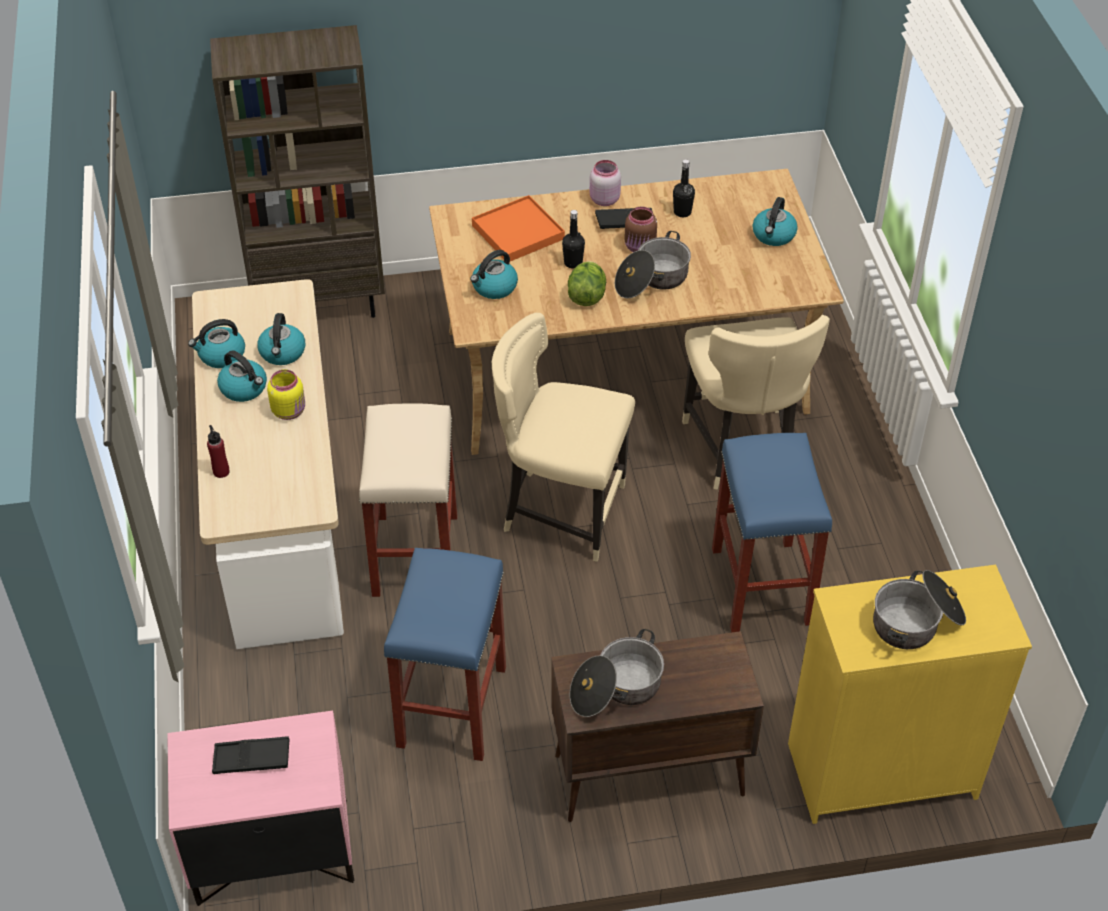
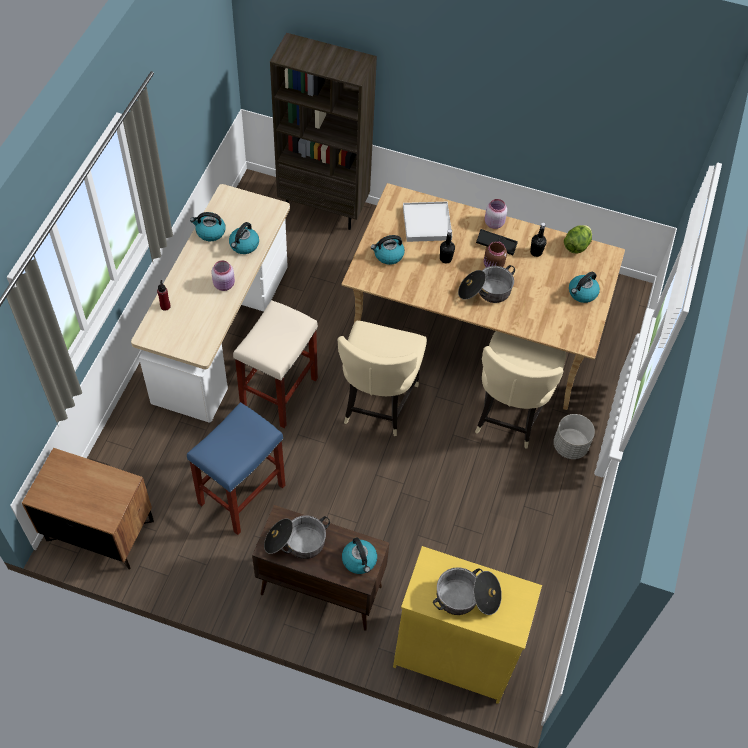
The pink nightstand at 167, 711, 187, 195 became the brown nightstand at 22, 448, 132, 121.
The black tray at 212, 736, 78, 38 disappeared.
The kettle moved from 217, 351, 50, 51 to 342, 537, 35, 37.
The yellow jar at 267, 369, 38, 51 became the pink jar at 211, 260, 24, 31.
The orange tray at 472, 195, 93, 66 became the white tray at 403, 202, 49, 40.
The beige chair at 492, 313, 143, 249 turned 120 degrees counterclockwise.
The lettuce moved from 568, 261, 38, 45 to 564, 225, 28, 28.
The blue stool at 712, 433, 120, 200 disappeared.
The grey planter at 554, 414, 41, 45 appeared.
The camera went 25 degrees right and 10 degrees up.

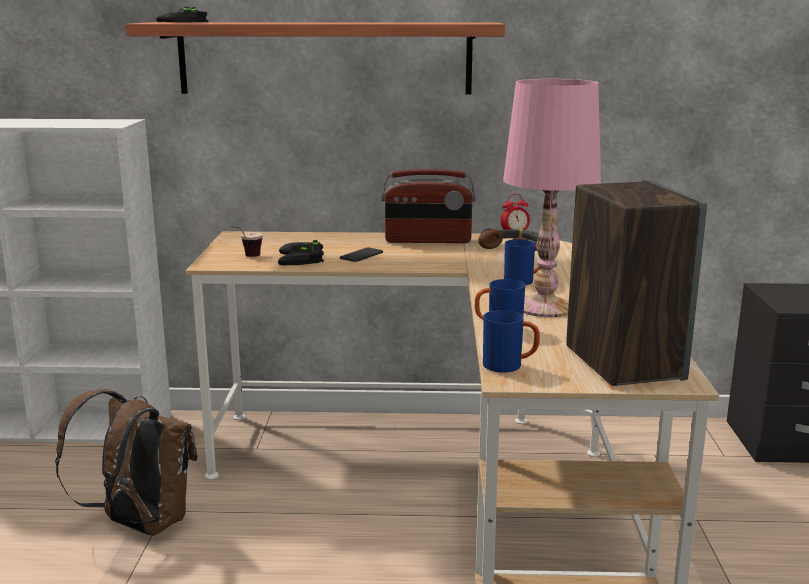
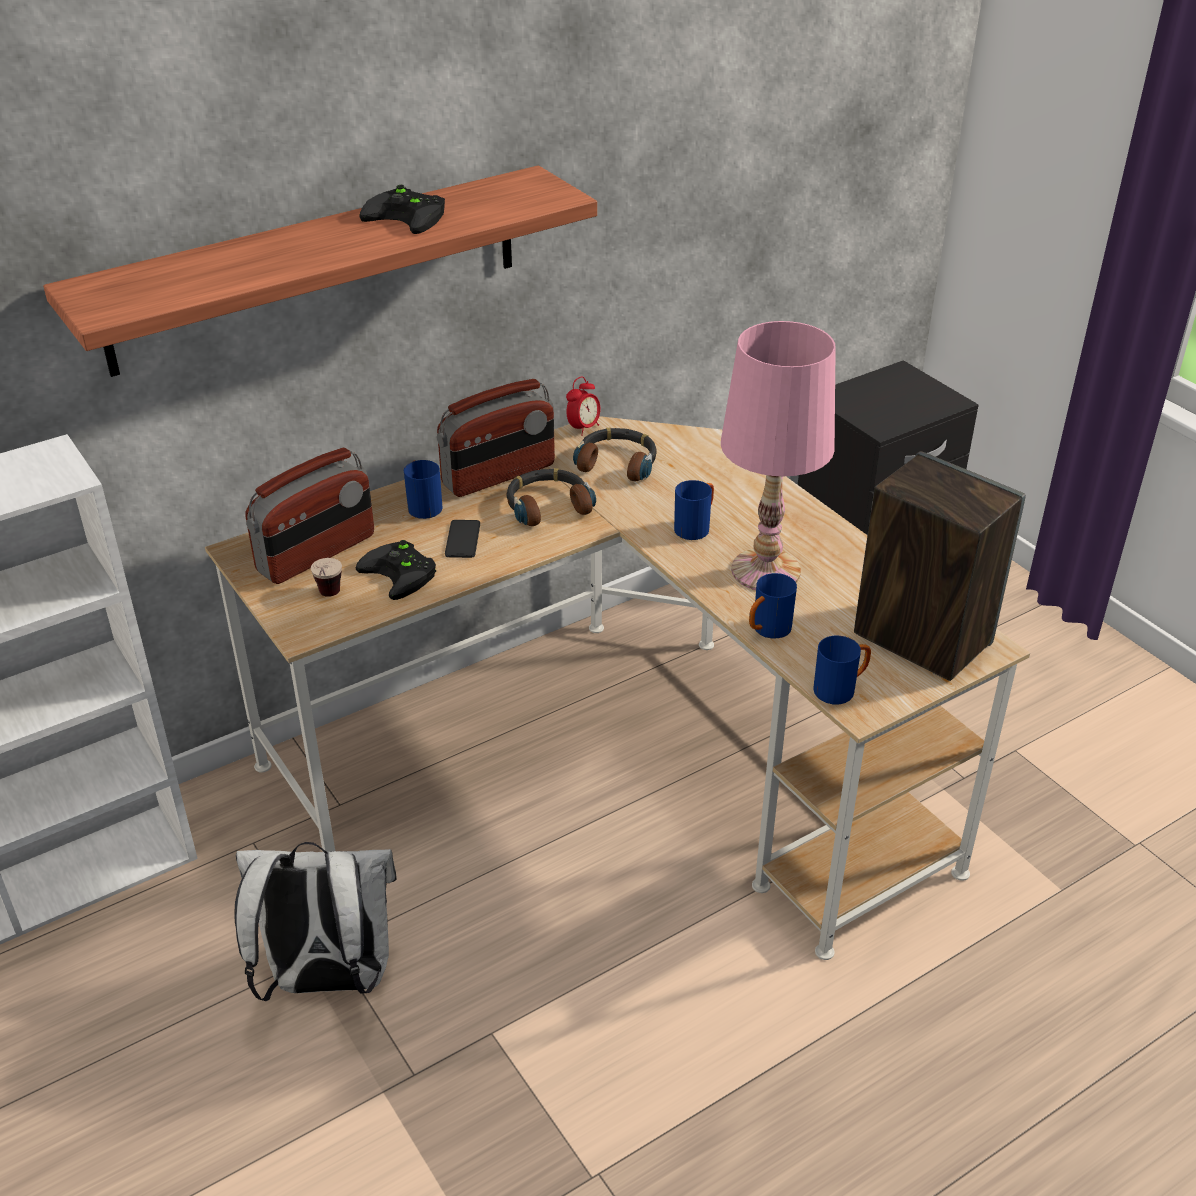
The brown backpack at 55, 389, 143, 147 became the white backpack at 234, 842, 163, 159.
The black game controller moved from 156, 6, 52, 16 to 360, 185, 85, 49.
The radio at 245, 448, 129, 136 appeared.
The blue mug at 404, 460, 39, 59 appeared.
The headphones at 506, 468, 90, 58 appeared.
The camera went 35 degrees left and 20 degrees up.

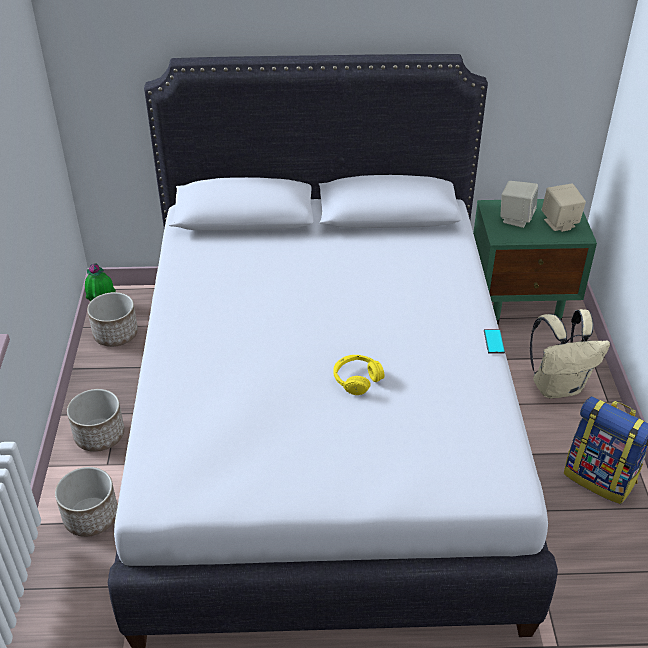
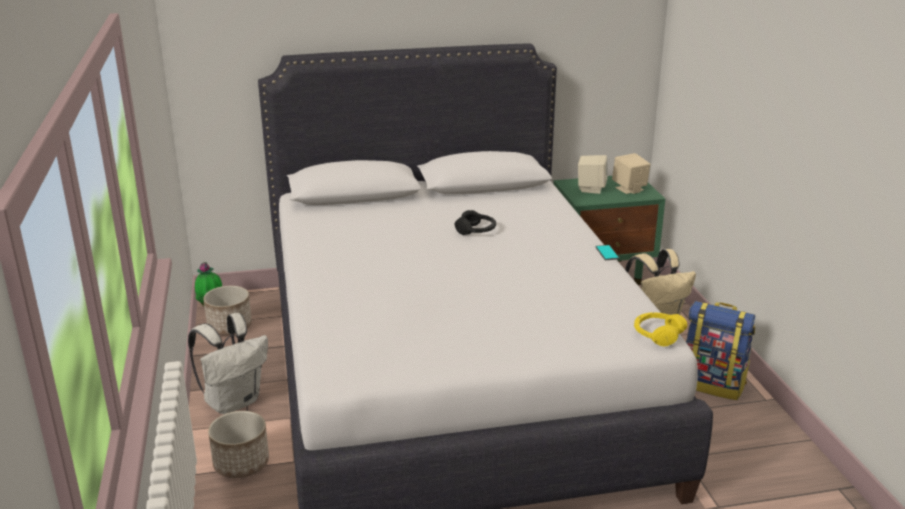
The planter at 67, 389, 58, 63 was replaced by the white backpack at 188, 313, 80, 101.
The yellow headphones moved from 333, 355, 51, 40 to 634, 312, 53, 34.
The black headphones at 455, 210, 41, 25 appeared.
The camera went 10 degrees left and 15 degrees down.

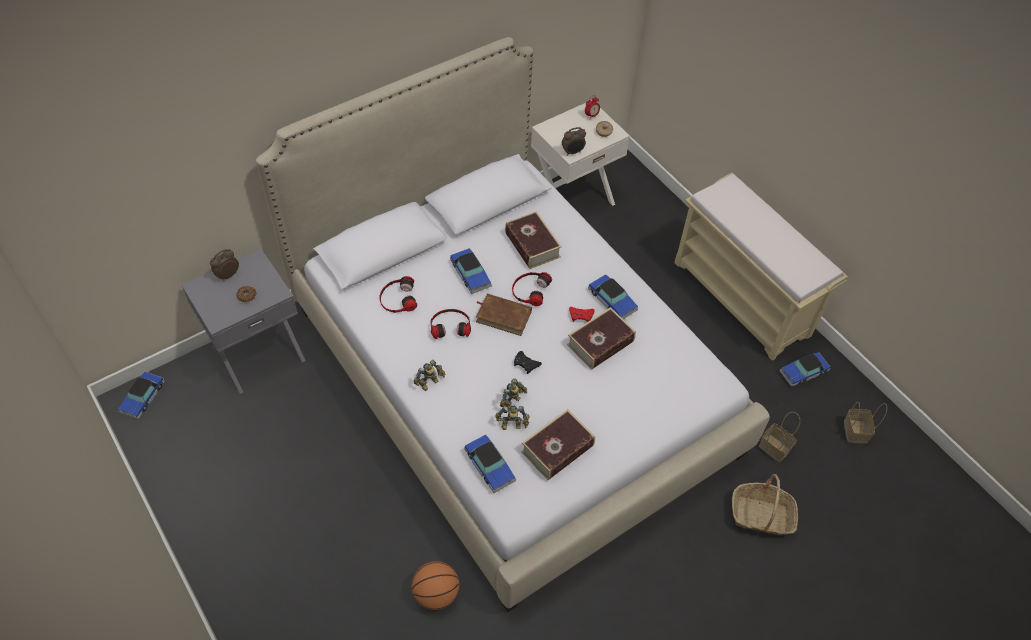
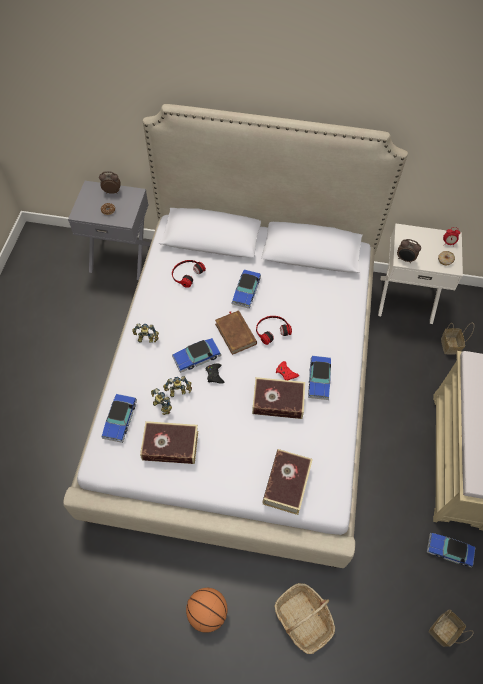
The toy car moved from 118, 372, 47, 48 to 172, 338, 49, 35.
The basketball moved from 411, 561, 48, 49 to 186, 588, 41, 45.
The headphones at 431, 309, 40, 30 disappeared.
The book moved from 505, 211, 57, 58 to 262, 449, 51, 66.
The basket moved from 759, 412, 41, 50 to 441, 323, 33, 32.
The camera went 45 degrees right and 5 degrees up.

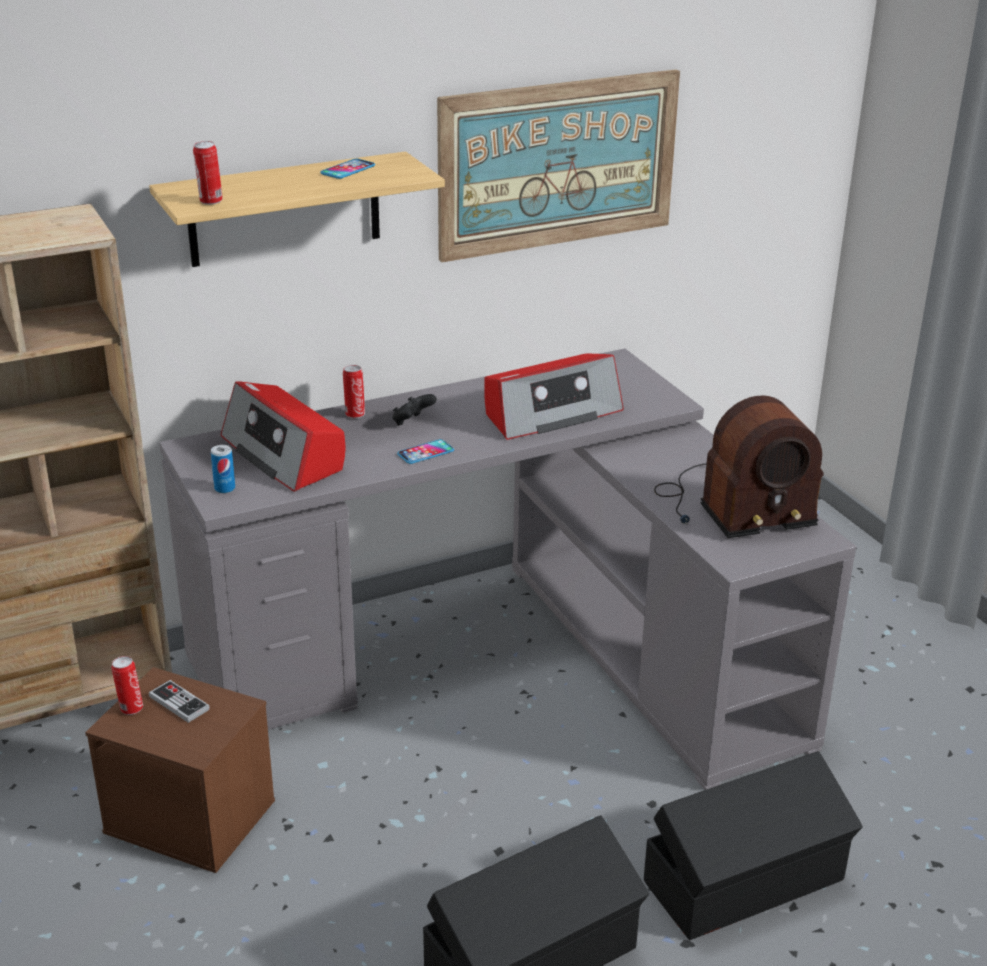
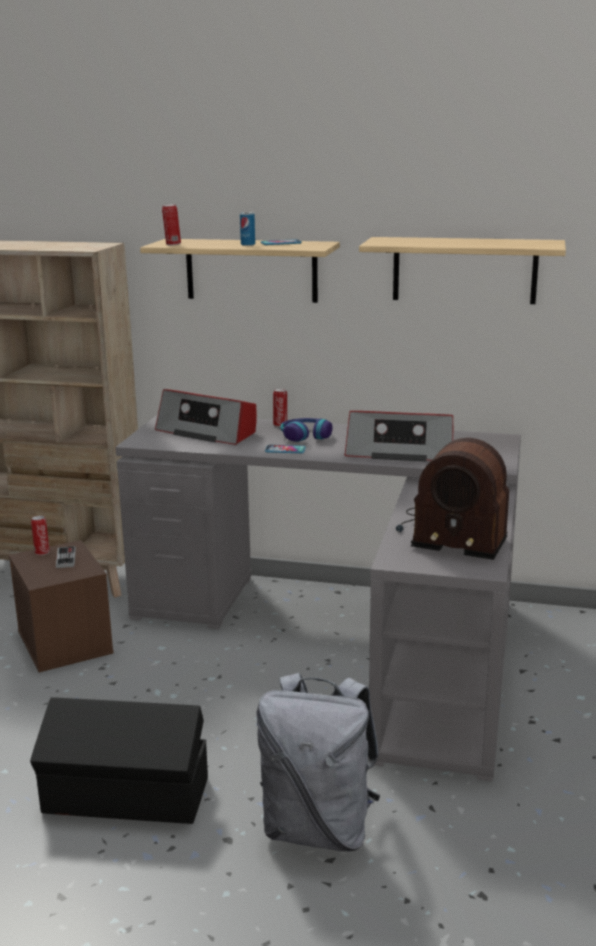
The can moved from 211, 445, 24, 48 to 240, 212, 15, 34.
The radio at 221, 381, 125, 111 turned 60 degrees counterclockwise.
The black game controller at 392, 394, 45, 32 was replaced by the headphones at 280, 418, 53, 24.
The picture at 437, 69, 243, 193 was replaced by the shelf at 359, 237, 207, 67.
The black storage box at 644, 751, 219, 189 was replaced by the grey backpack at 257, 673, 124, 178.
The camera went 40 degrees right and 10 degrees down.

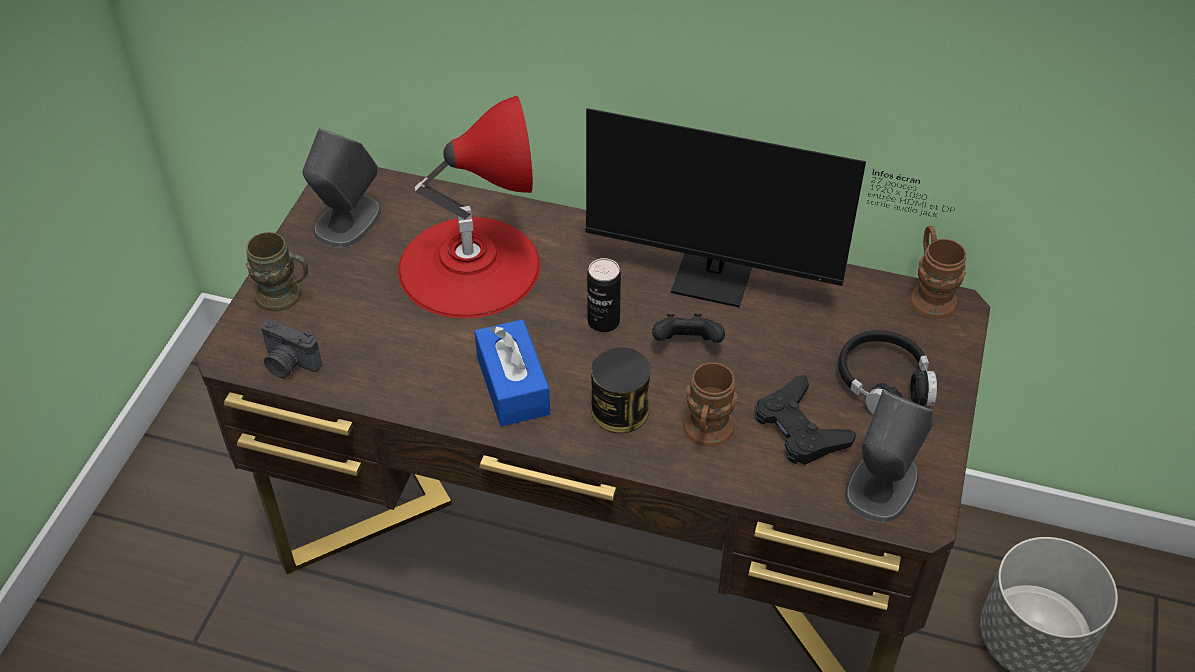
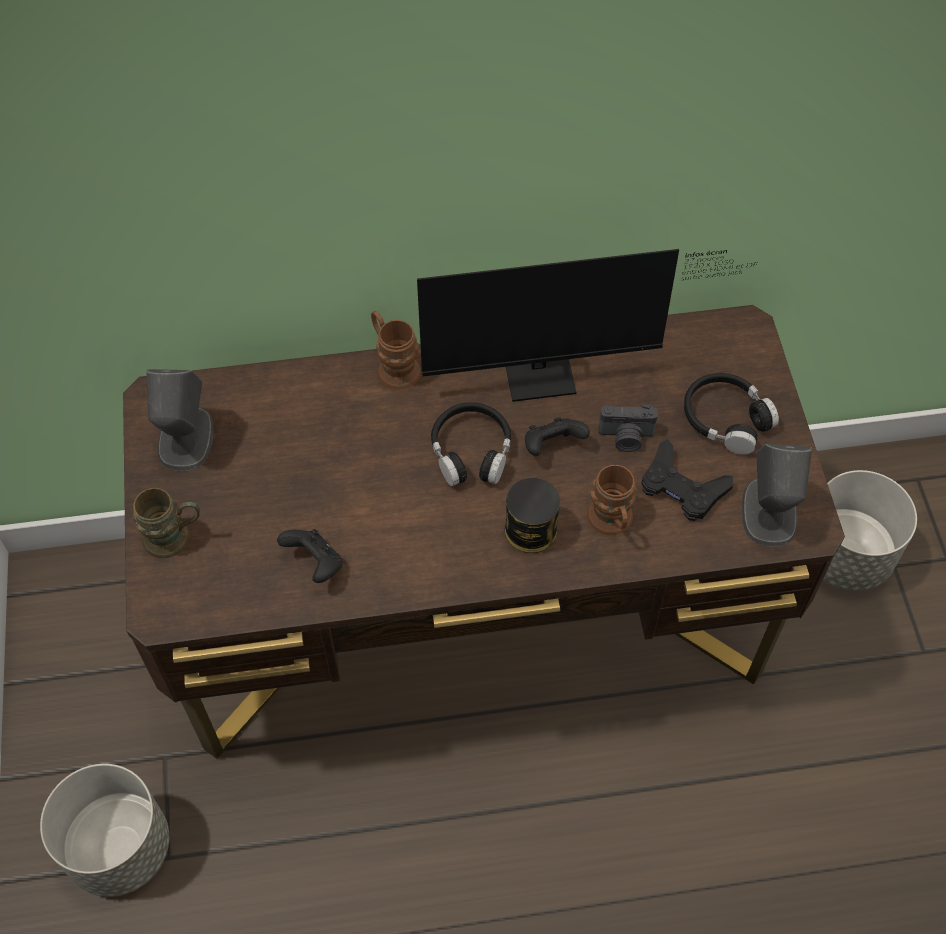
The photo camera moved from 261, 319, 61, 59 to 599, 404, 59, 48.
The red table lamp at 398, 96, 142, 223 disappeared.
The blue tissue box at 475, 319, 75, 108 disappeared.
The can at 587, 258, 34, 74 was replaced by the black headphones at 431, 402, 80, 84.
The brown mug moved from 909, 226, 57, 93 to 371, 311, 50, 78.
The grey planter at 40, 764, 129, 133 appeared.
The black game controller at 277, 529, 66, 54 appeared.
The camera went 25 degrees left and 10 degrees up.

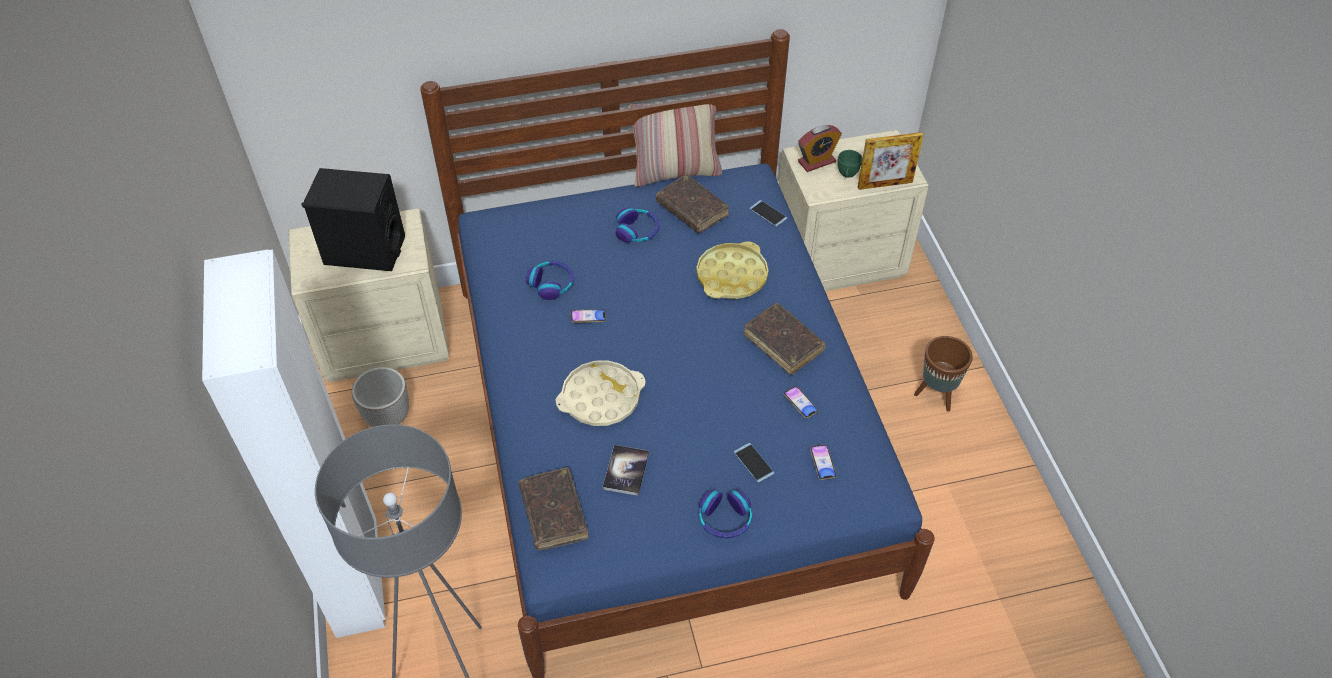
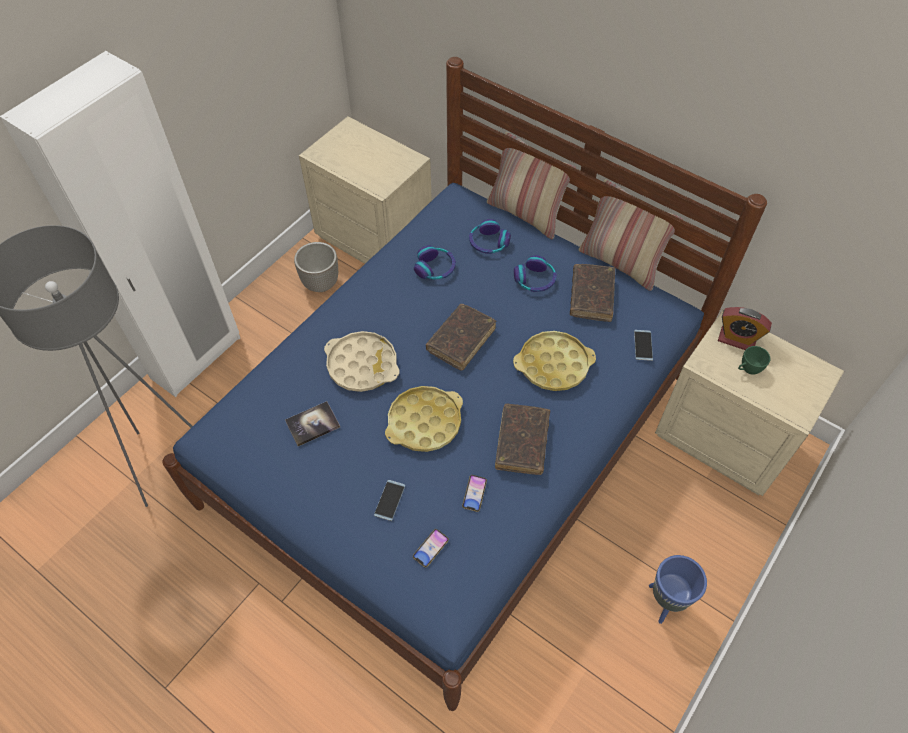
The black speaker at 302, 168, 103, 103 disappeared.
The brown book moved from 518, 467, 70, 83 to 426, 304, 70, 67.
The phone at 571, 309, 35, 14 disappeared.
The headphones moved from 699, 490, 53, 48 to 469, 219, 42, 35.
The picture frame at 858, 132, 65, 58 disappeared.
The brown planter at 914, 336, 59, 76 became the blue planter at 649, 555, 58, 69.
The yellow tray at 385, 386, 78, 66 appeared.
The pillow at 487, 132, 90, 107 appeared.
The camera went 50 degrees right and 5 degrees up.

